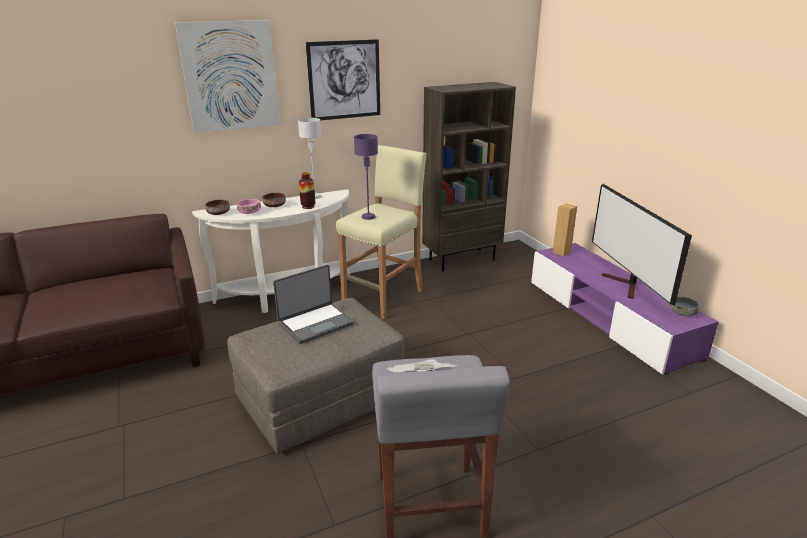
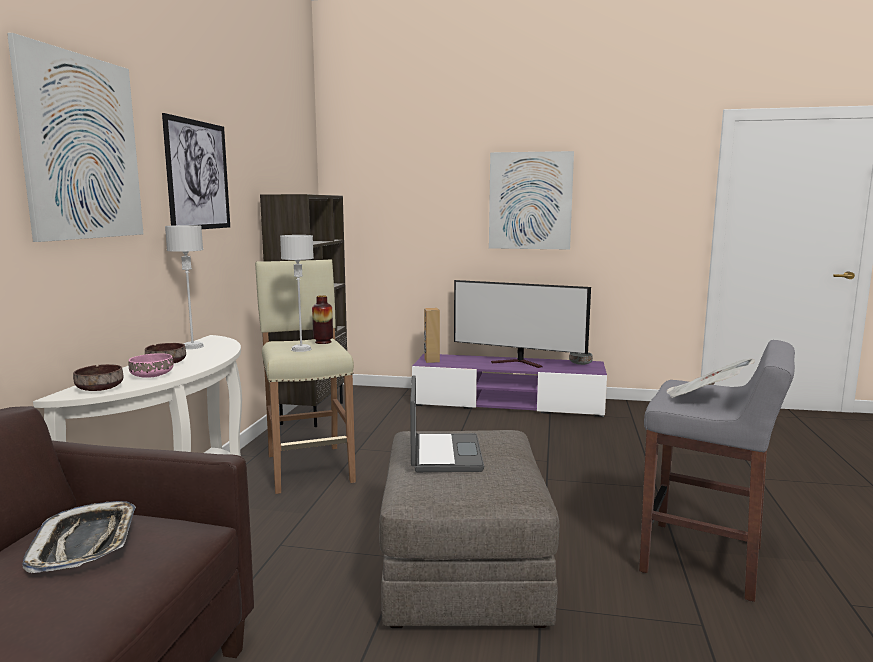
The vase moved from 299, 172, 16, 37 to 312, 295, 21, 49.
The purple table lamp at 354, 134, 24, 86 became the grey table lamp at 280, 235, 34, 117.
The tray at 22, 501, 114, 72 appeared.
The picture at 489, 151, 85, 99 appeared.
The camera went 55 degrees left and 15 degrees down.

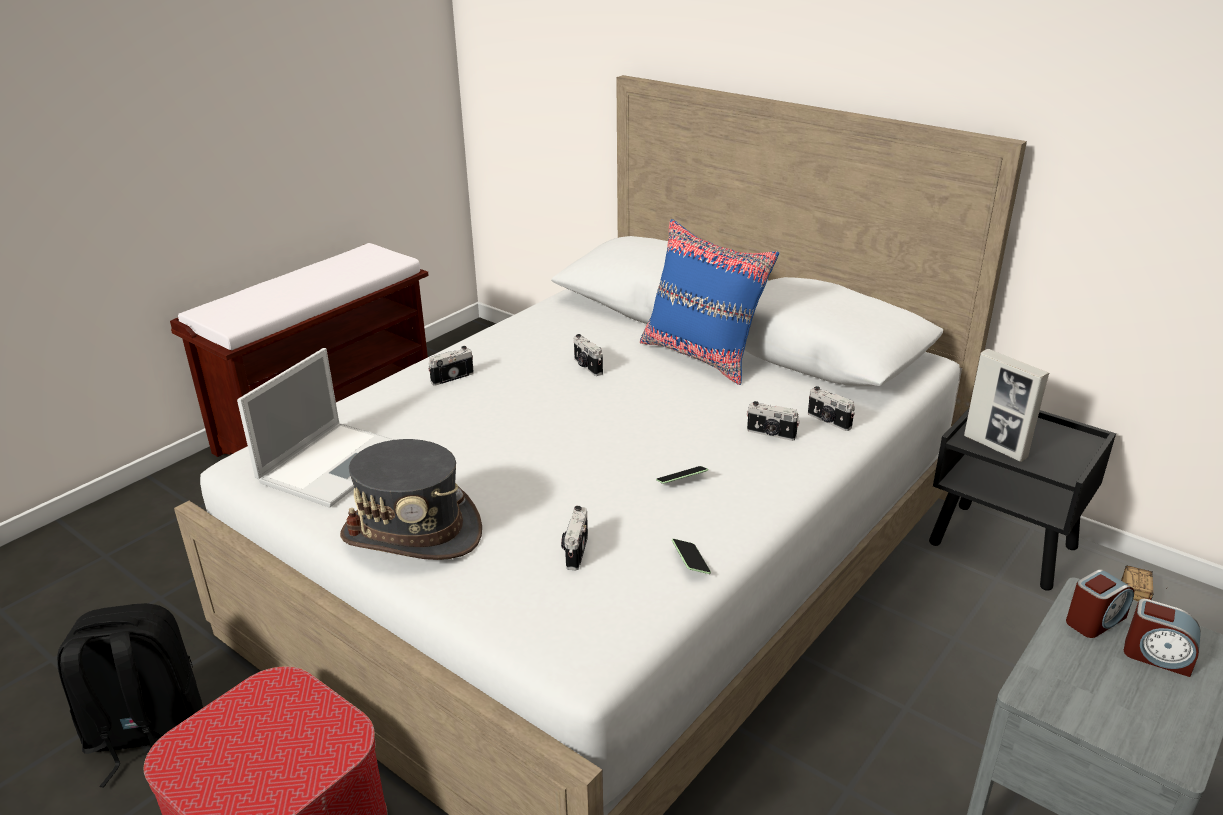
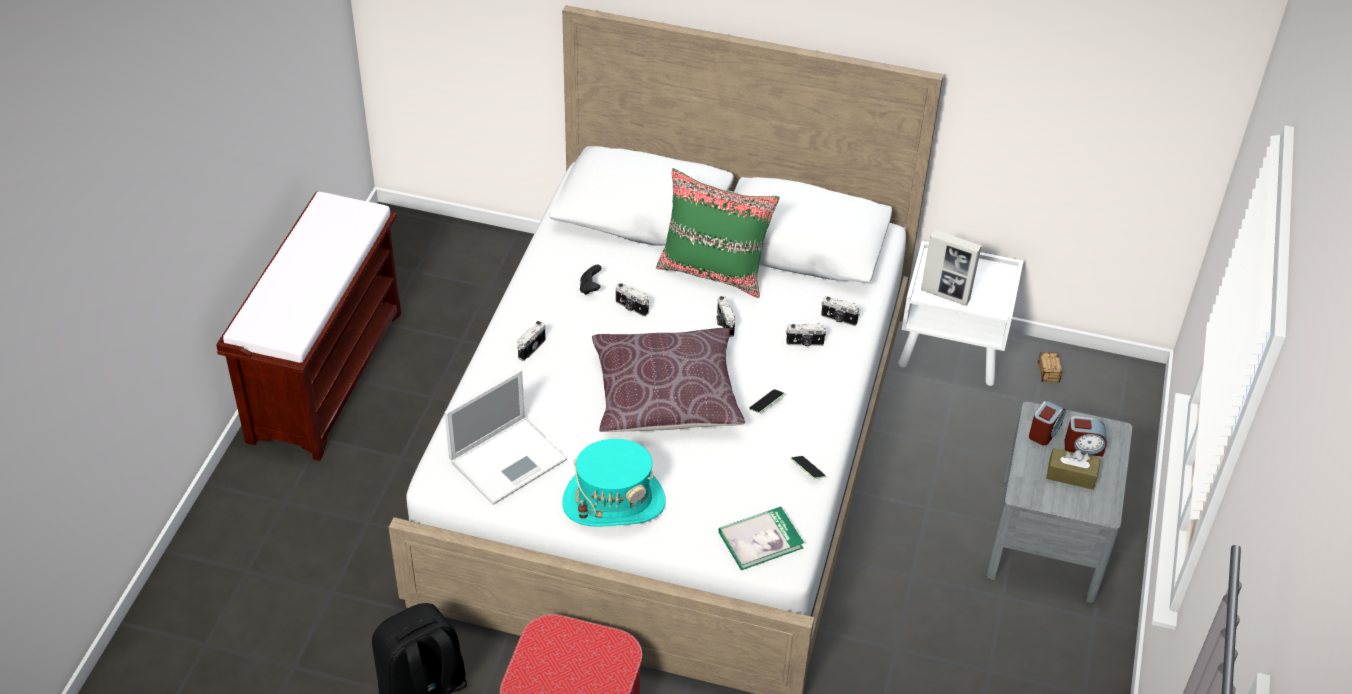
The laptop at 237, 348, 157, 160 turned 45 degrees clockwise.
The grey hat at 340, 439, 142, 121 became the turquoise hat at 562, 439, 104, 88.
The photo camera moved from 561, 506, 27, 64 to 716, 296, 19, 41.
The blue pillow at 640, 219, 139, 166 became the green pillow at 656, 168, 124, 130.
The black nightstand at 929, 407, 187, 184 became the white nightstand at 898, 241, 125, 145.
The black game controller at 580, 265, 21, 30 appeared.
The brown pillow at 592, 328, 153, 104 appeared.
The book at 719, 507, 85, 63 appeared.
The brown tissue box at 1046, 448, 54, 42 appeared.
The camera went 25 degrees left and 15 degrees up.

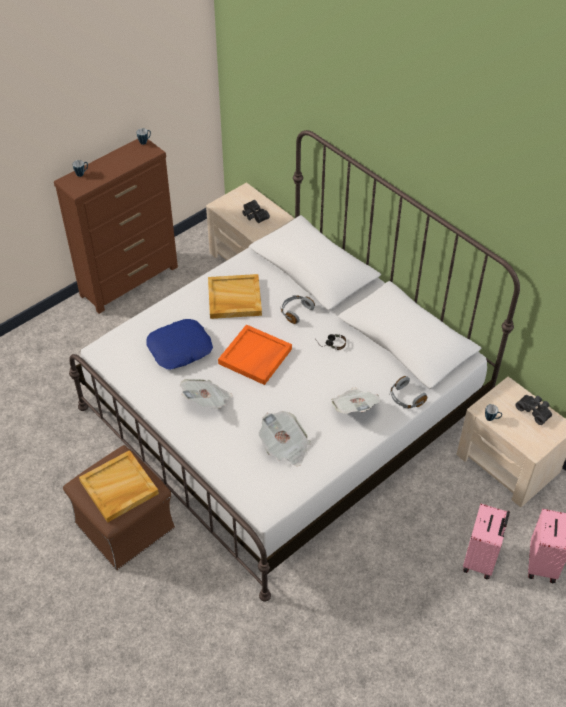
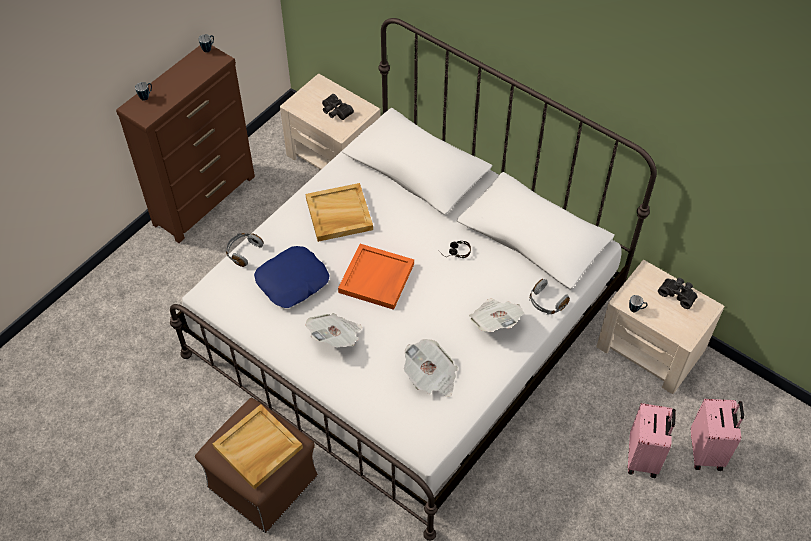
The grey headphones moved from 280, 295, 35, 29 to 225, 233, 39, 34.
The camera went 10 degrees left and 5 degrees up.

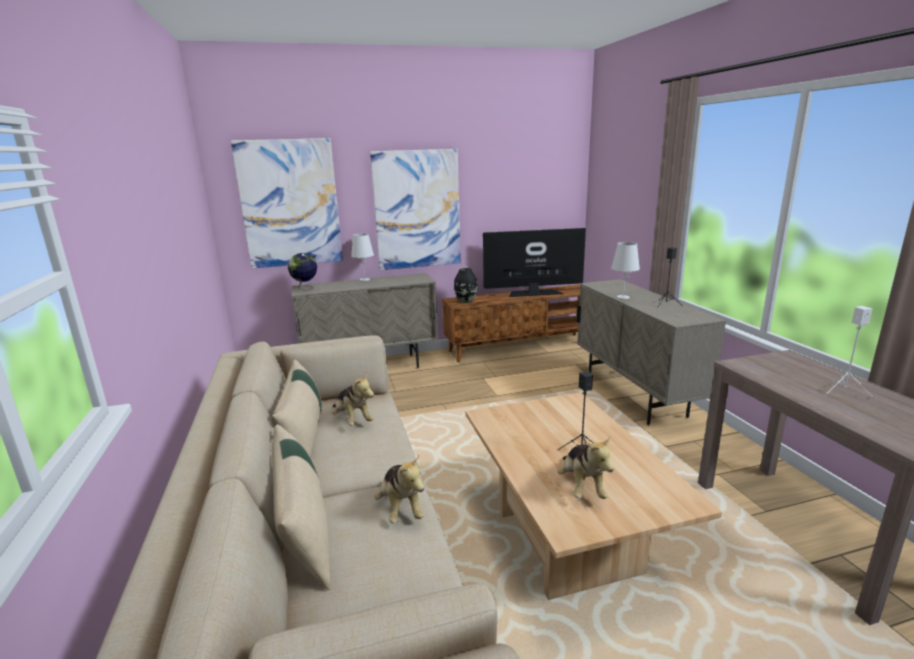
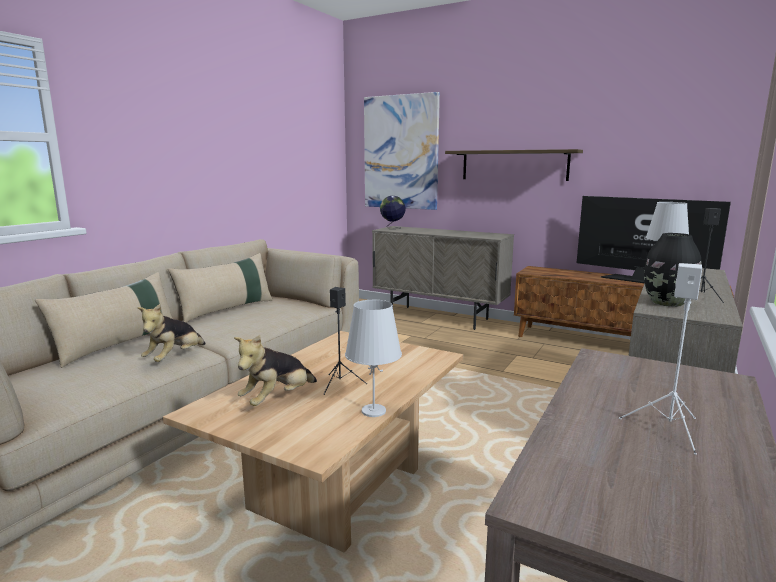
The plush toy at 332, 373, 42, 53 disappeared.
The white table lamp moved from 351, 234, 23, 47 to 345, 300, 57, 117.
The picture at 370, 149, 91, 121 was replaced by the shelf at 445, 149, 138, 32.
The black vase moved from 454, 268, 23, 35 to 644, 233, 57, 74.
The camera went 45 degrees right and 5 degrees down.

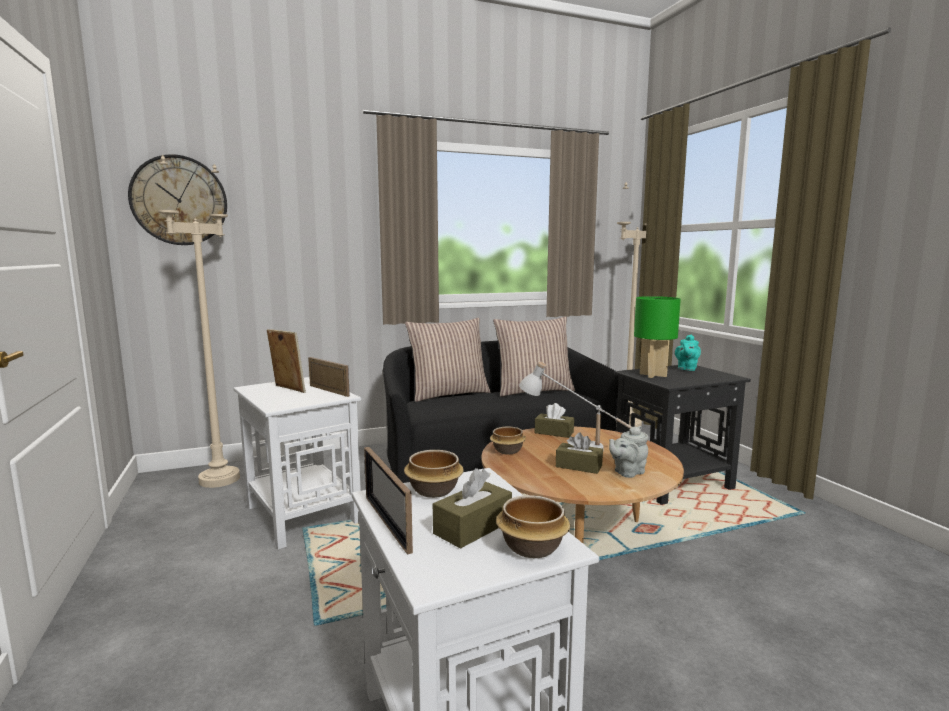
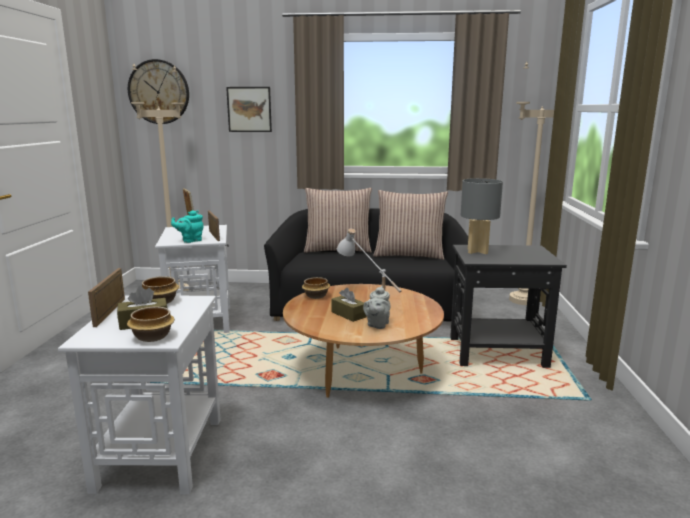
The brown tissue box at 535, 403, 39, 35 disappeared.
The grey teapot at 609, 426, 39, 52 turned 60 degrees counterclockwise.
The green table lamp at 634, 296, 47, 82 became the grey table lamp at 461, 178, 42, 76.
The turquoise teapot moved from 675, 335, 26, 36 to 171, 210, 32, 33.
The picture at 226, 87, 46, 45 appeared.
The camera went 25 degrees right and 5 degrees up.

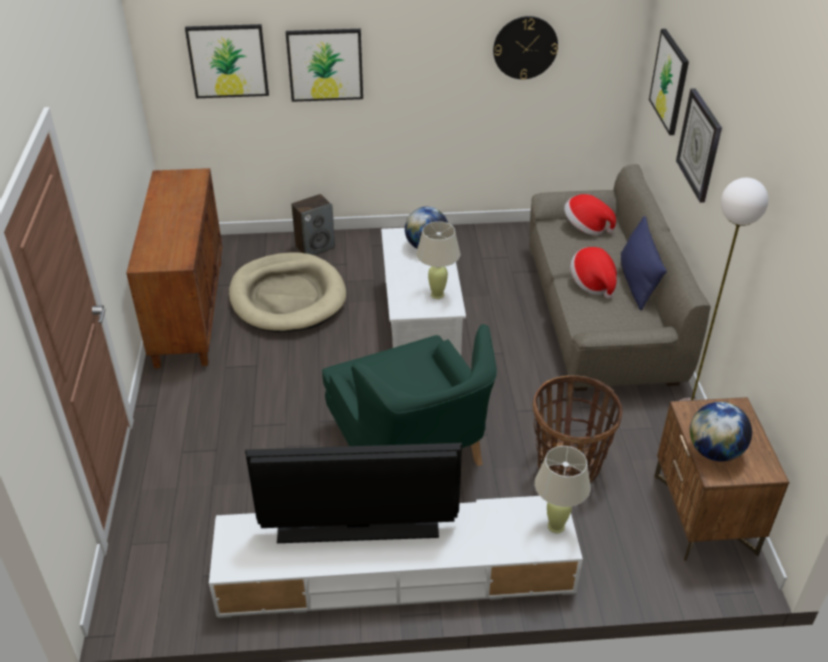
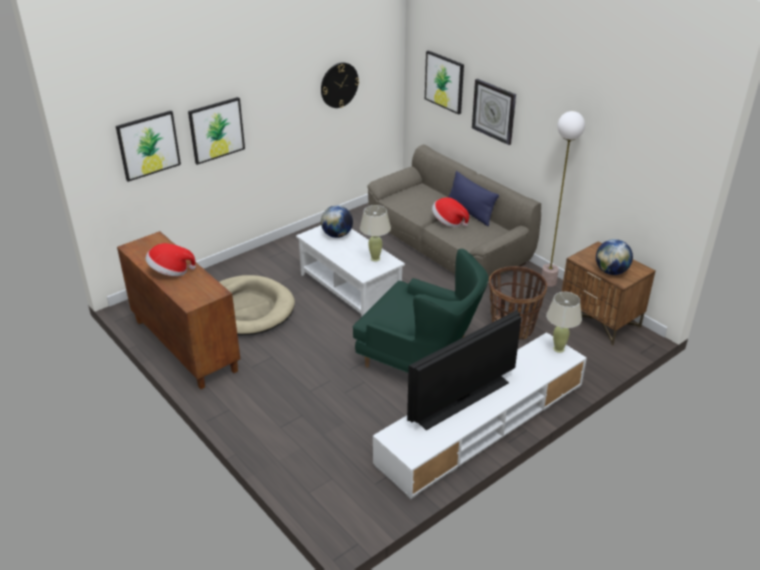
The speaker at 291, 194, 44, 61 disappeared.
The hat moved from 564, 194, 52, 42 to 146, 243, 50, 33.
The camera went 35 degrees left and 5 degrees down.

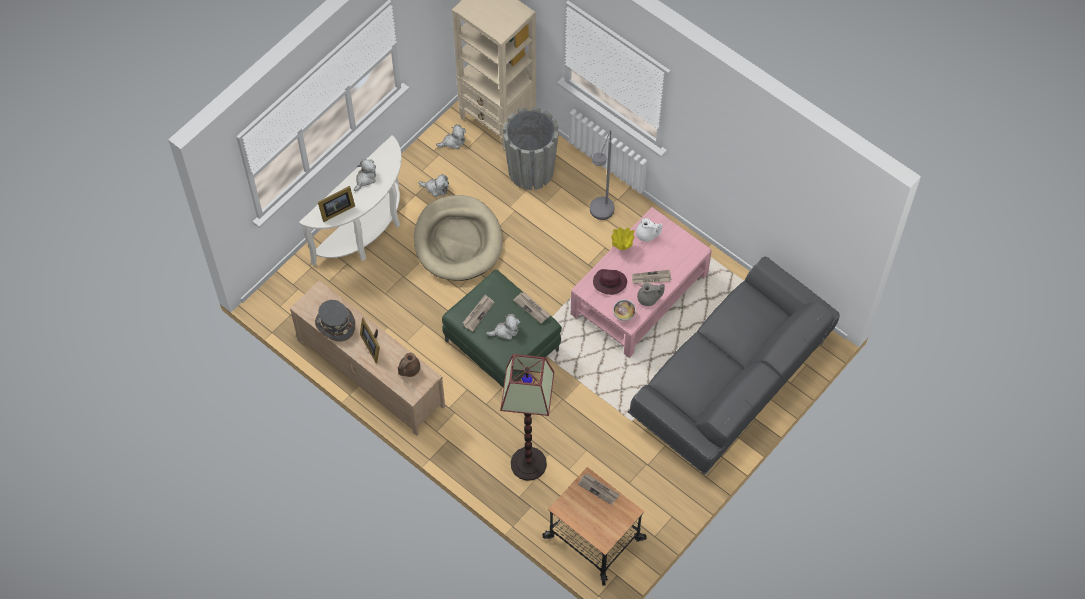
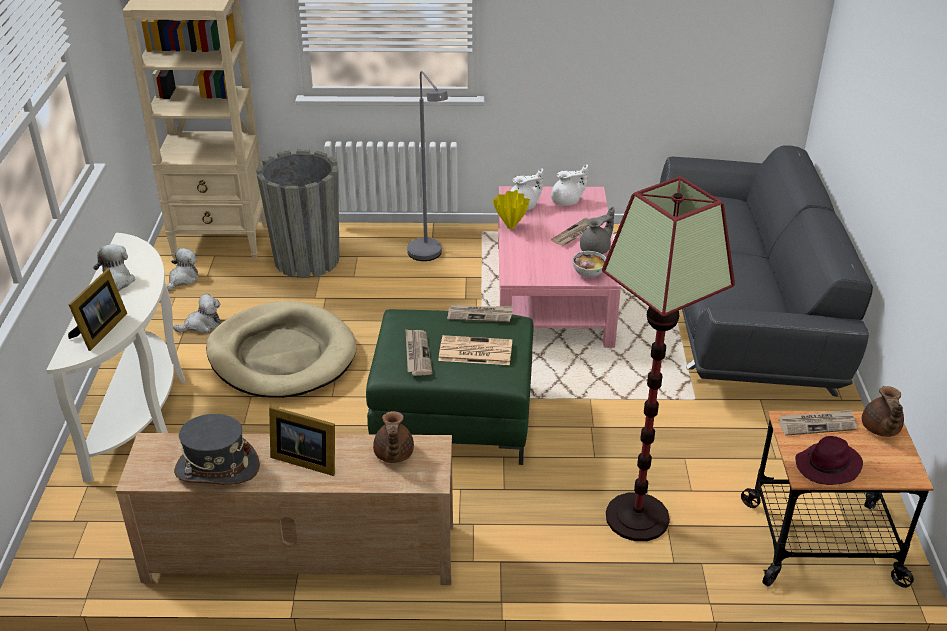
The plush toy at 486, 314, 34, 26 was replaced by the newspaper at 438, 335, 74, 30.
The purple hat moved from 593, 269, 34, 26 to 795, 436, 68, 49.
The white teapot at 551, 164, 37, 42 appeared.
The brown teapot at 862, 386, 42, 51 appeared.
The camera went 40 degrees left and 25 degrees down.

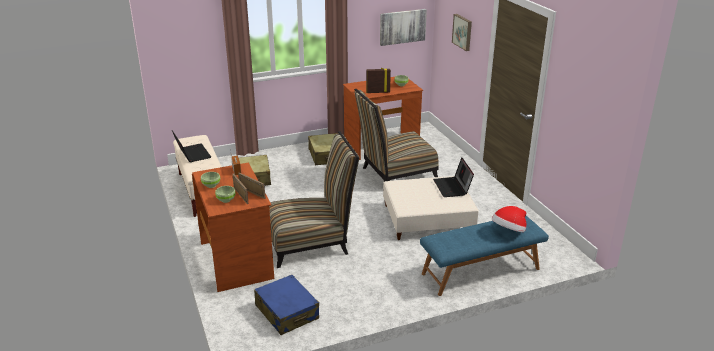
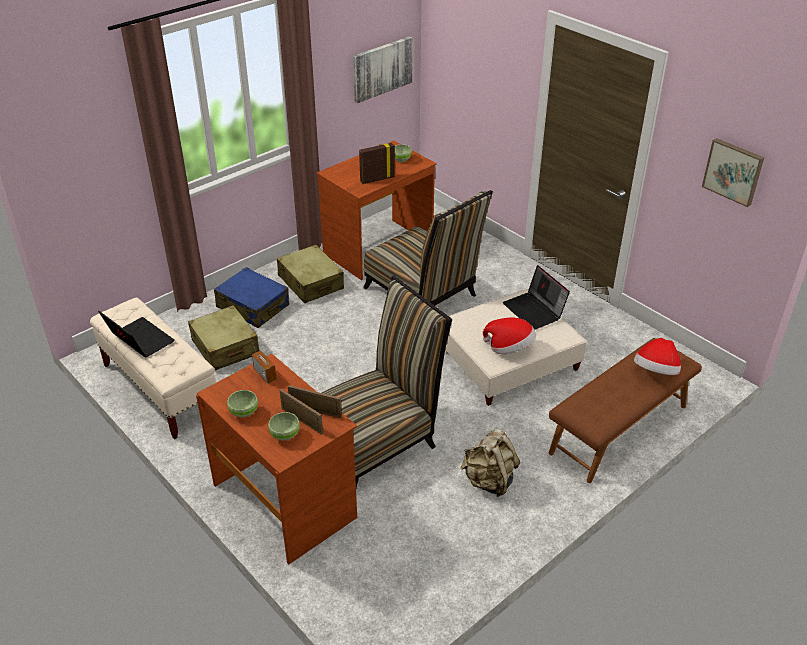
The blue suitcase moved from 254, 275, 65, 60 to 214, 267, 75, 61.
The chair at 354, 89, 85, 93 turned 90 degrees counterclockwise.
The blue bench at 420, 216, 129, 80 became the brown bench at 549, 338, 153, 145.
The picture moved from 452, 14, 20, 37 to 702, 138, 62, 69.
The beige backpack at 461, 429, 59, 68 appeared.
The hat at 483, 318, 53, 36 appeared.
The camera went 20 degrees left and 10 degrees up.

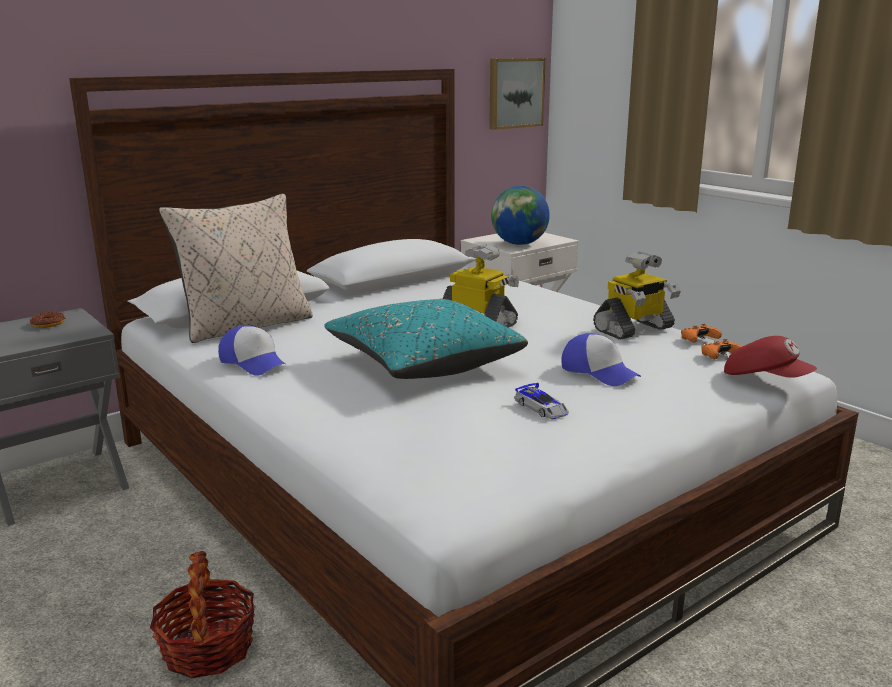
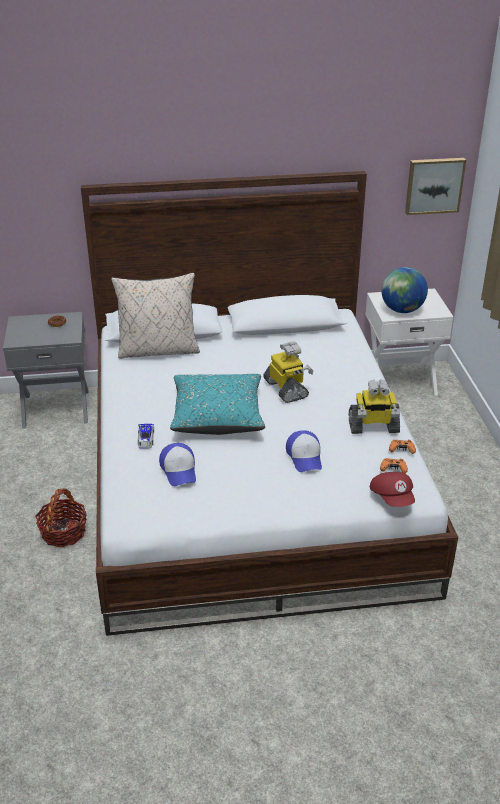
The cap moved from 218, 325, 69, 51 to 159, 443, 37, 43.
The toy car moved from 514, 383, 55, 36 to 138, 424, 16, 25.
The camera went 30 degrees right and 15 degrees up.

